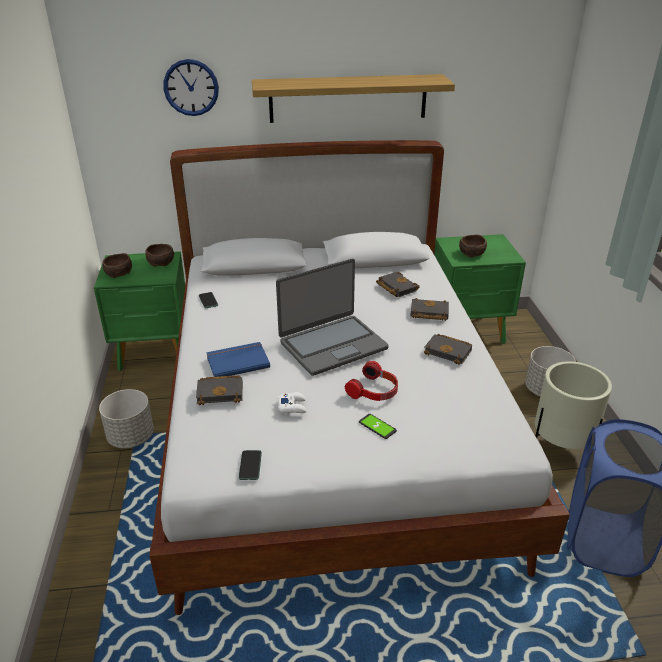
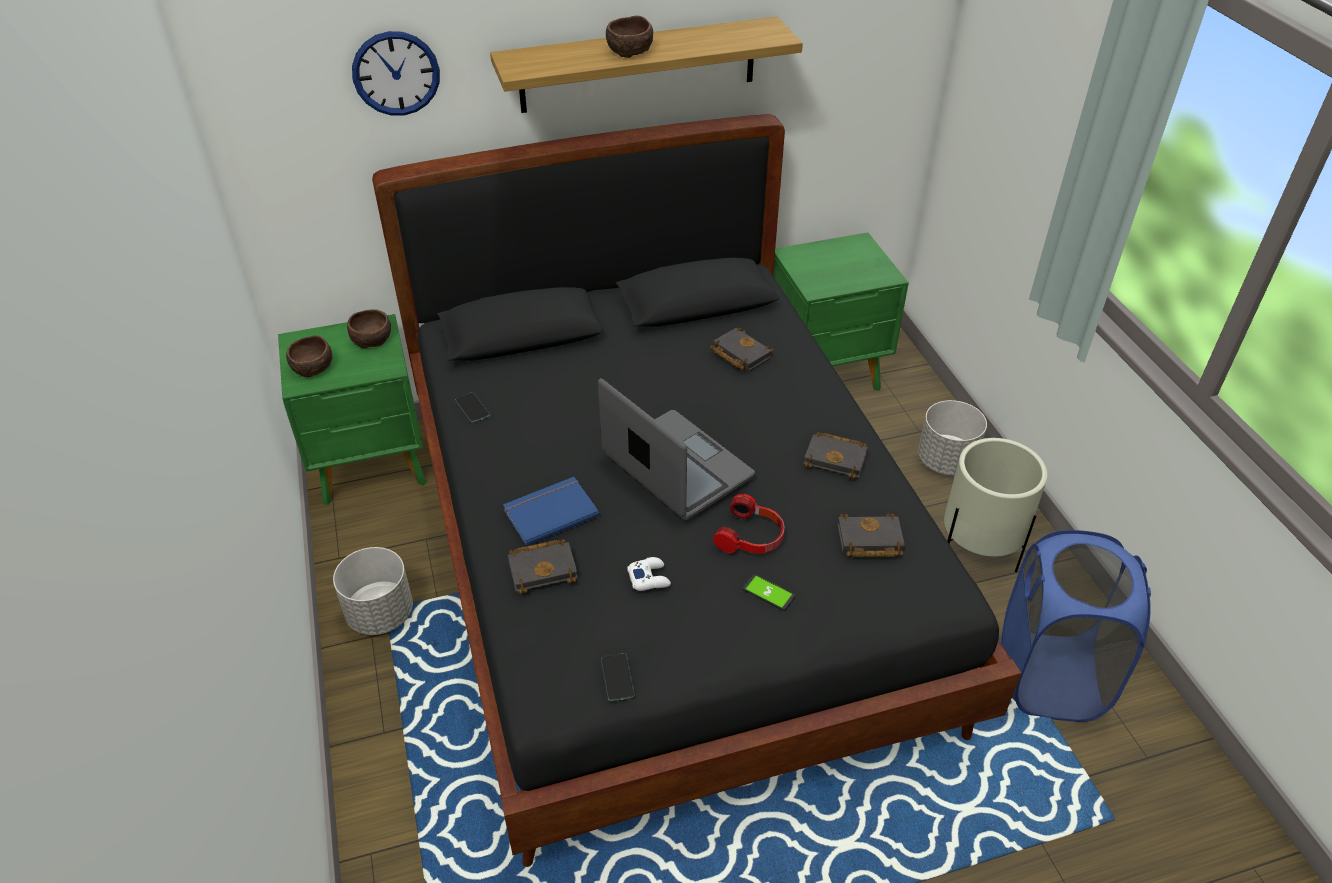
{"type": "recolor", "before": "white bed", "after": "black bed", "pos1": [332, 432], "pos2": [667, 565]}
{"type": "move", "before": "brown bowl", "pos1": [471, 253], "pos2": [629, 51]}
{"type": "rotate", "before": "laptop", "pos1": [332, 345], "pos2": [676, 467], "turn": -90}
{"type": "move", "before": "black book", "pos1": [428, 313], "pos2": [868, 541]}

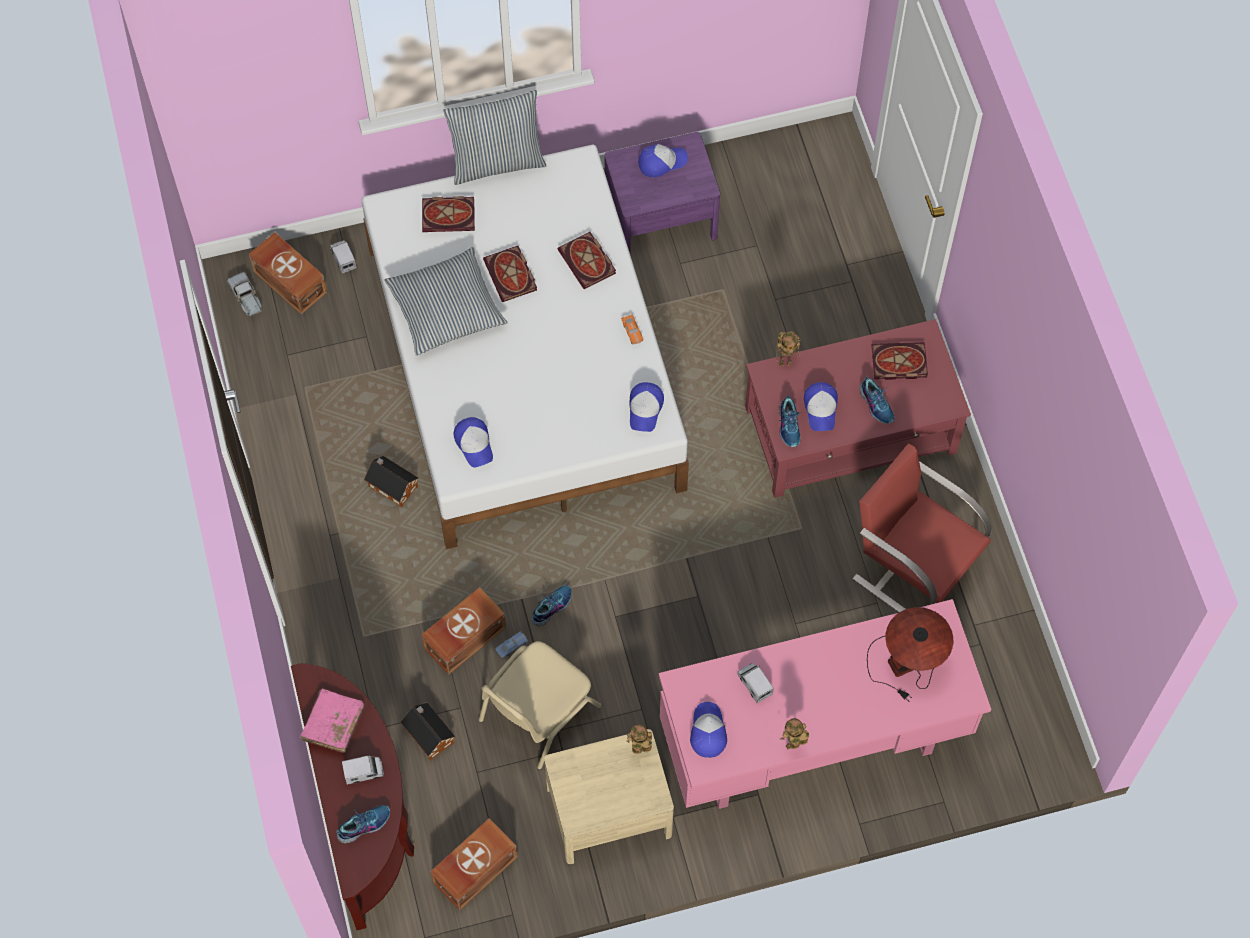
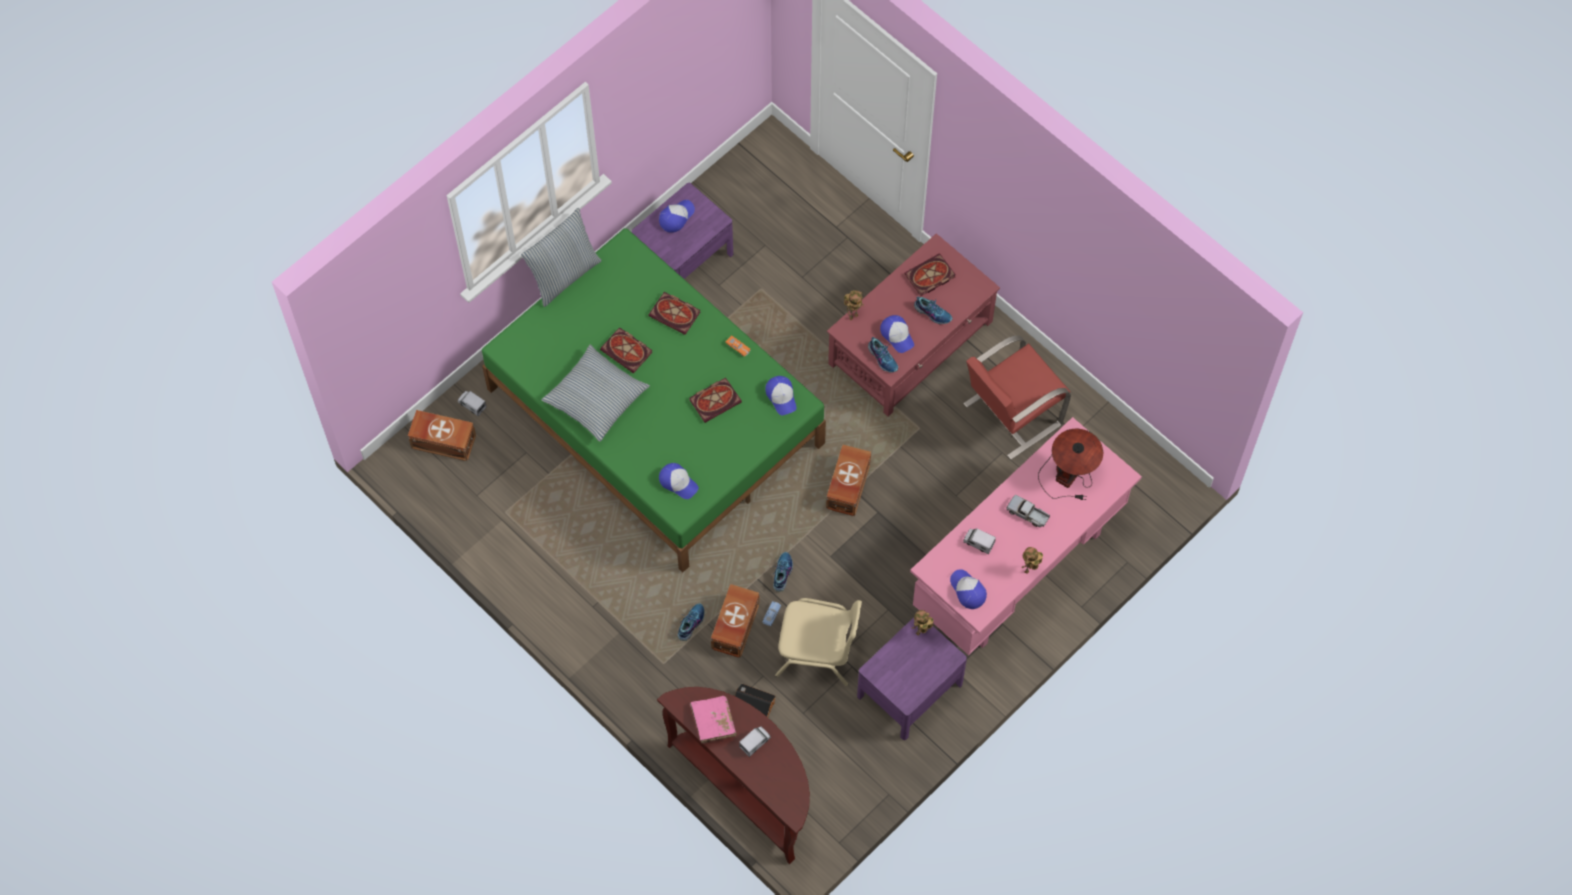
{"type": "recolor", "before": "white bed", "after": "green bed", "pos1": [525, 368], "pos2": [656, 416]}
{"type": "move", "before": "book", "pos1": [450, 215], "pos2": [715, 400]}
{"type": "move", "before": "toy truck", "pos1": [246, 298], "pos2": [1027, 514]}
{"type": "rotate", "before": "red chair", "pos1": [913, 566], "pos2": [1010, 414], "turn": -45}
{"type": "delete", "before": "toy house", "pos1": [391, 485]}
{"type": "rotate", "before": "beige chair", "pos1": [537, 713], "pos2": [818, 651], "turn": -90}
{"type": "recolor", "before": "beige nightstand", "after": "purple nightstand", "pos1": [609, 811], "pos2": [909, 690]}
{"type": "move", "before": "shoe", "pos1": [364, 825], "pos2": [690, 623]}
{"type": "move", "before": "brown storage box", "pos1": [473, 869], "pos2": [847, 487]}

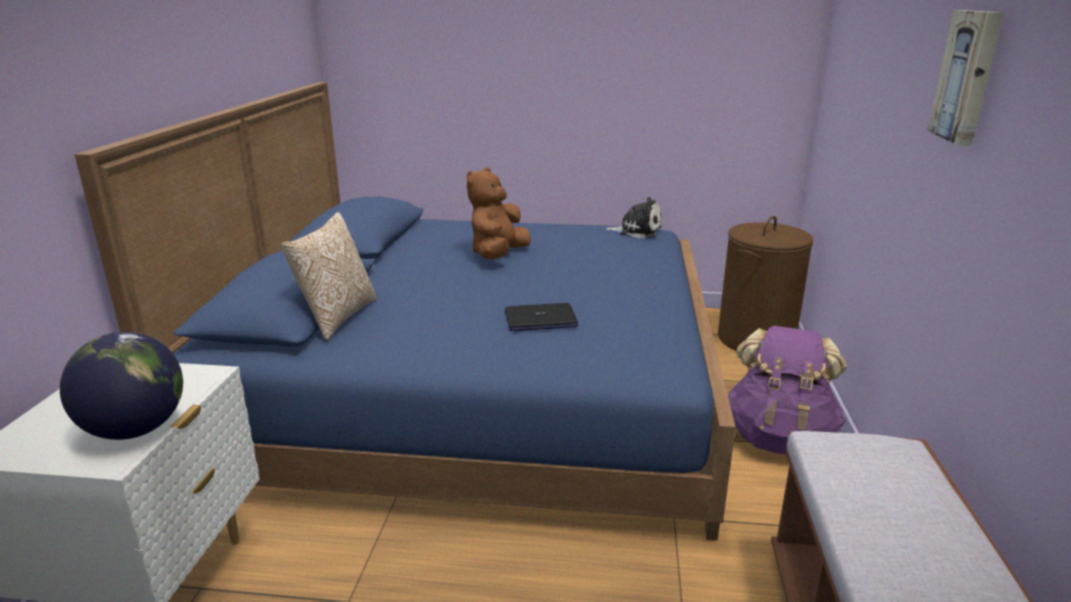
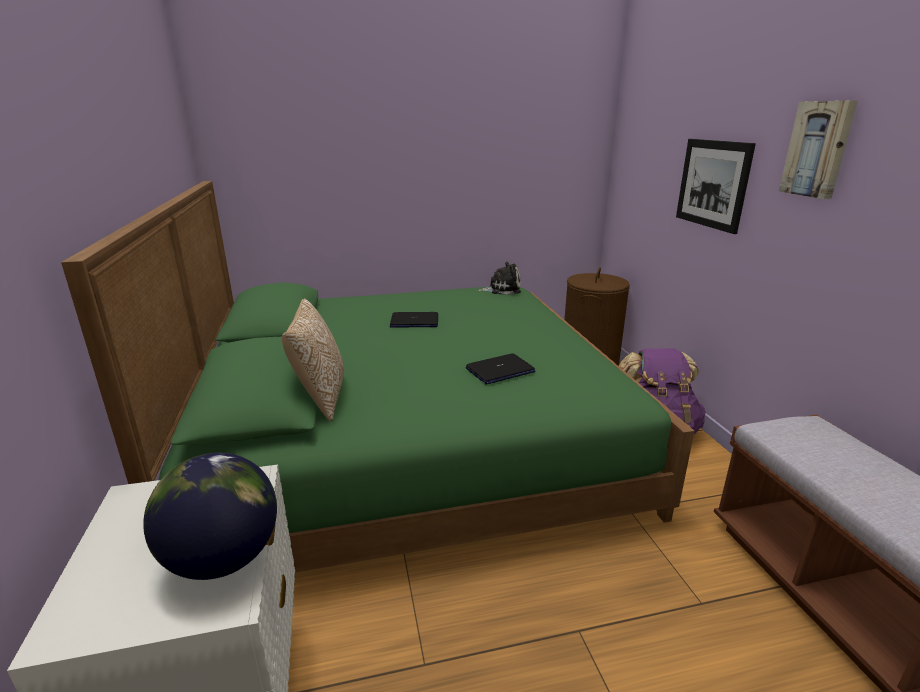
{"type": "recolor", "before": "blue bed", "after": "green bed", "pos1": [477, 389], "pos2": [410, 438]}
{"type": "replace", "before": "brown plush toy", "after": "laptop", "pos1": [498, 255], "pos2": [414, 321]}
{"type": "insert", "after": "picture", "pos2": [712, 184]}

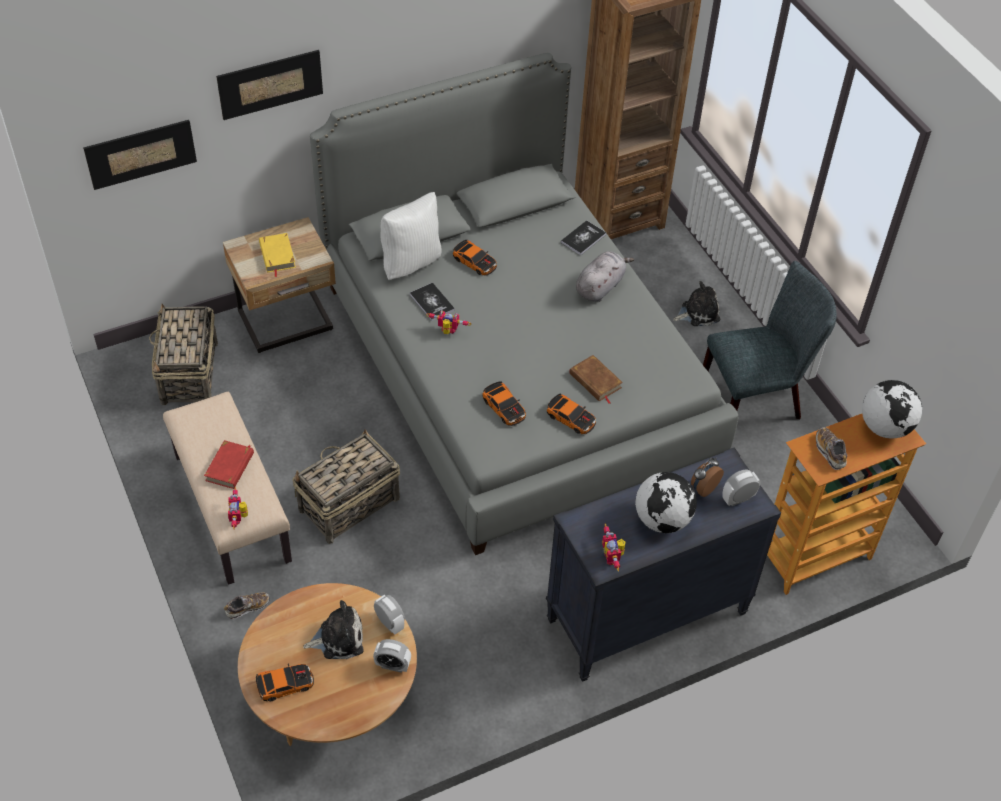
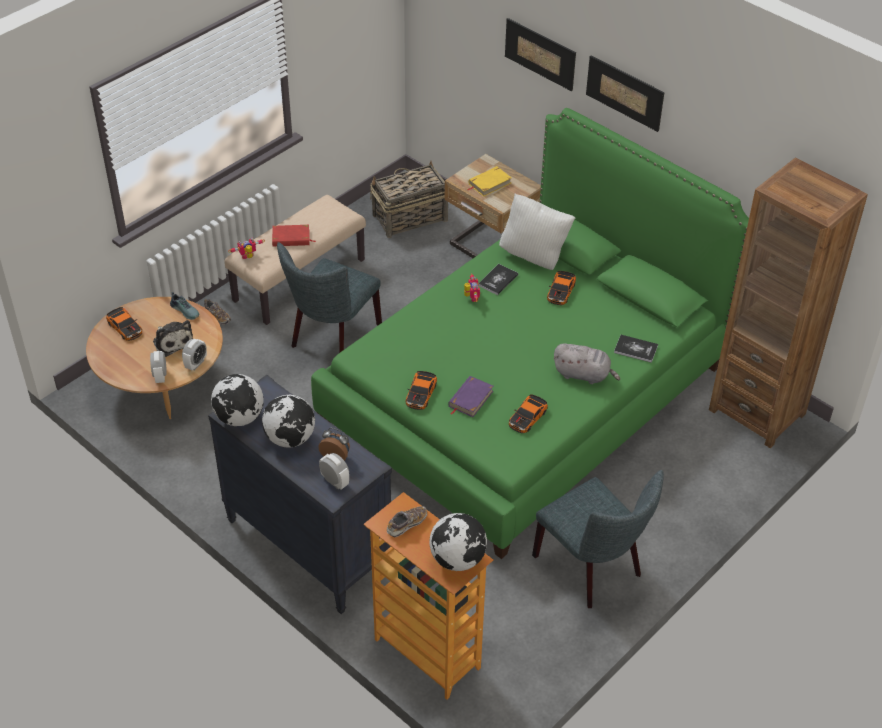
{"type": "recolor", "before": "grey bed", "after": "green bed", "pos1": [515, 370], "pos2": [524, 393]}
{"type": "move", "before": "picture", "pos1": [141, 154], "pos2": [624, 93]}
{"type": "delete", "before": "plush toy", "pos1": [698, 312]}
{"type": "recolor", "before": "brown book", "after": "purple book", "pos1": [595, 381], "pos2": [470, 399]}
{"type": "move", "before": "toy car", "pos1": [505, 407], "pos2": [527, 418]}
{"type": "replace", "before": "basket", "after": "grey chair", "pos1": [348, 505], "pos2": [332, 338]}
{"type": "replace", "before": "toy robot", "after": "globe", "pos1": [613, 557], "pos2": [239, 418]}
{"type": "insert", "after": "shoe", "pos2": [185, 310]}

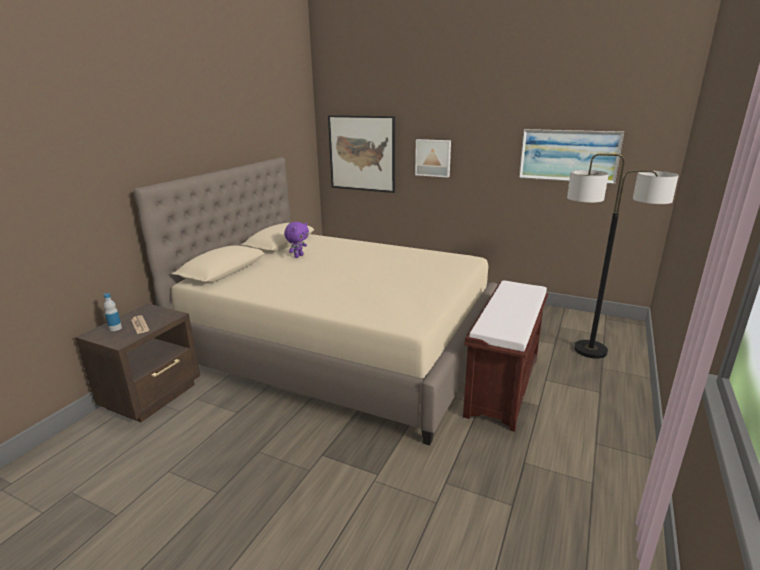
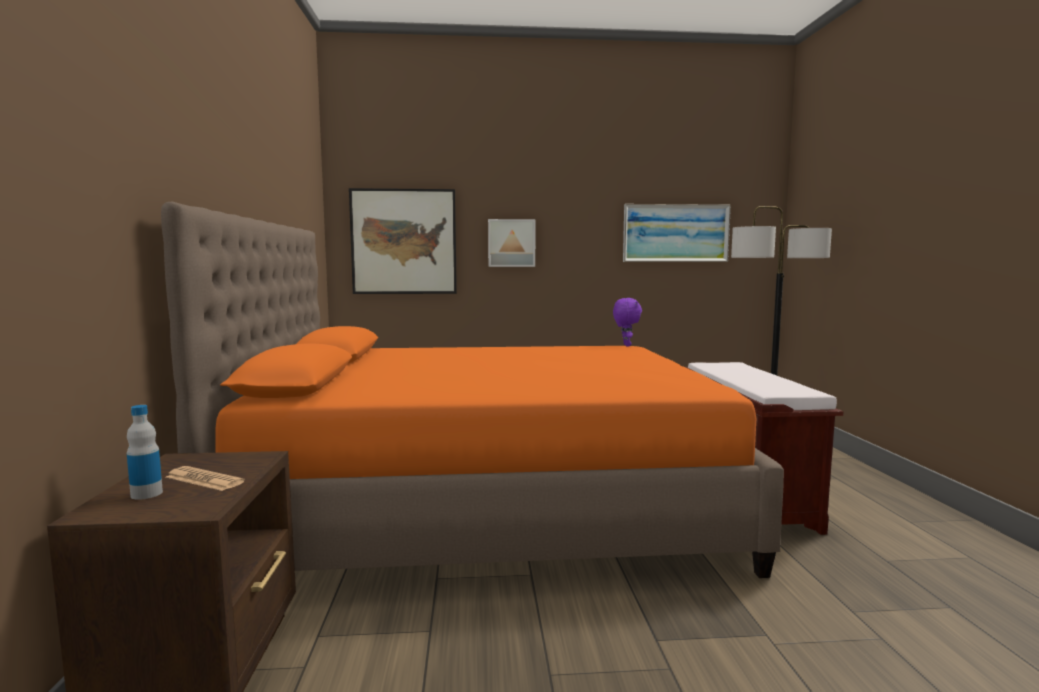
{"type": "recolor", "before": "beige bed", "after": "orange bed", "pos1": [341, 347], "pos2": [487, 503]}
{"type": "move", "before": "purple plush toy", "pos1": [298, 256], "pos2": [625, 345]}

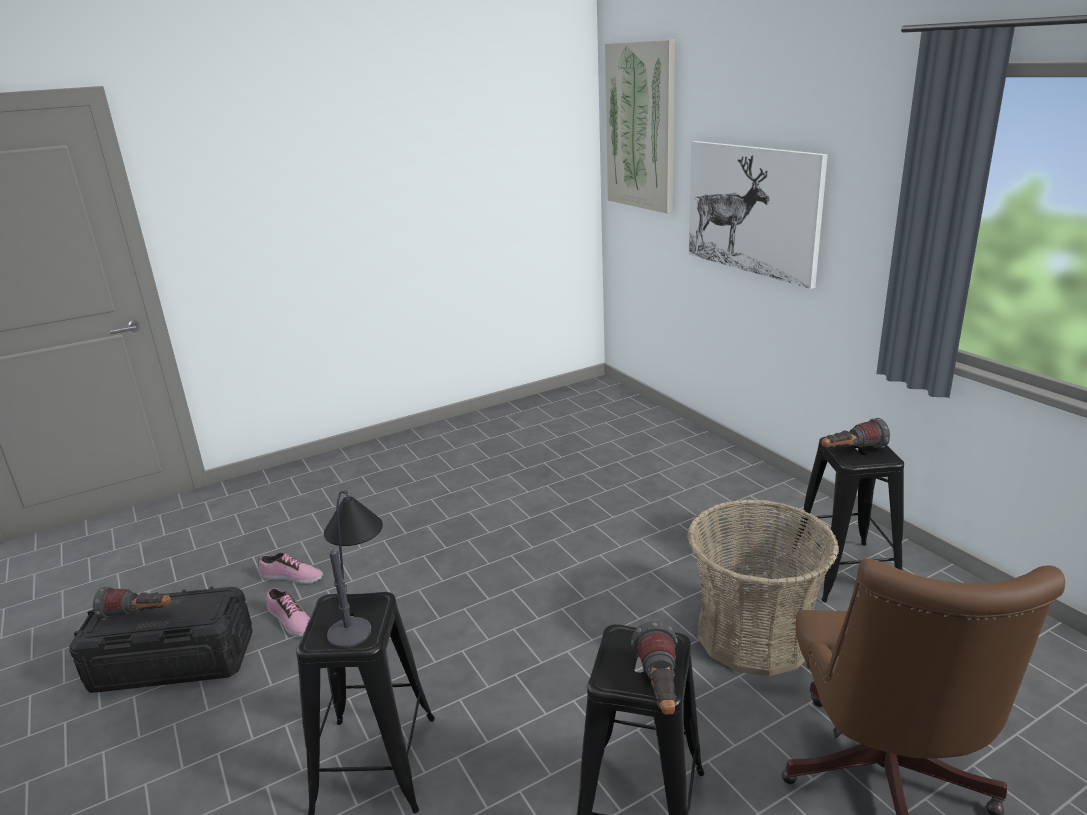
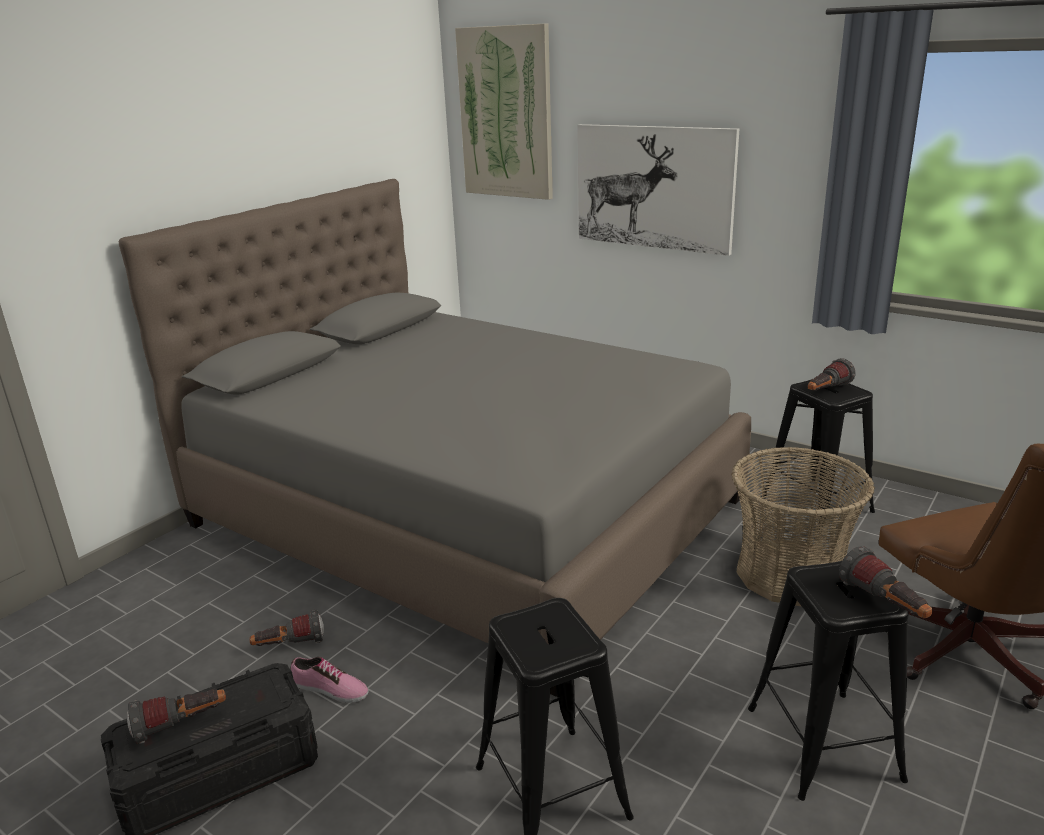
{"type": "delete", "before": "table lamp", "pos1": [358, 604]}
{"type": "replace", "before": "shoe", "after": "flashlight", "pos1": [291, 577], "pos2": [289, 645]}
{"type": "insert", "after": "grey bed", "pos2": [465, 512]}

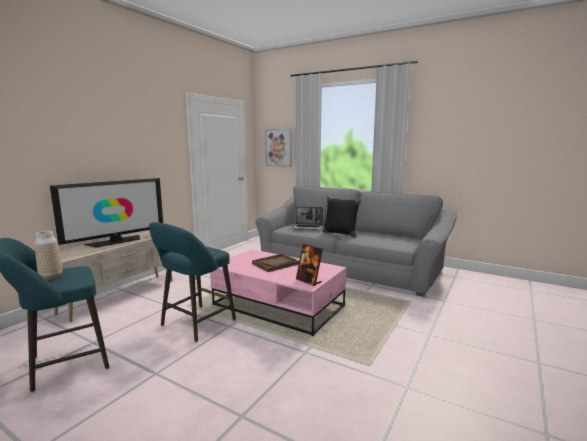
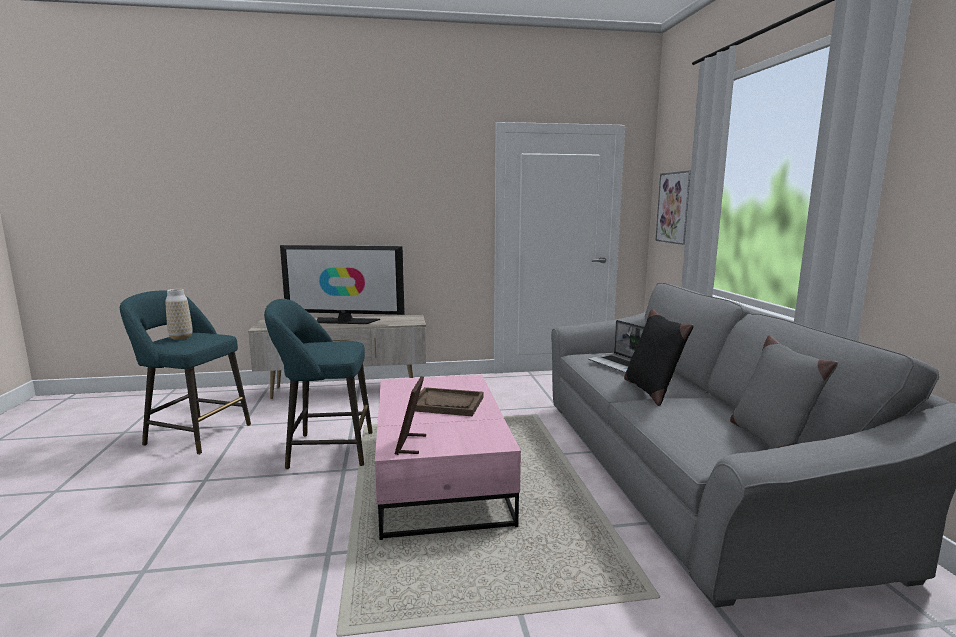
{"type": "insert", "after": "grey pillow", "pos2": [770, 440]}

